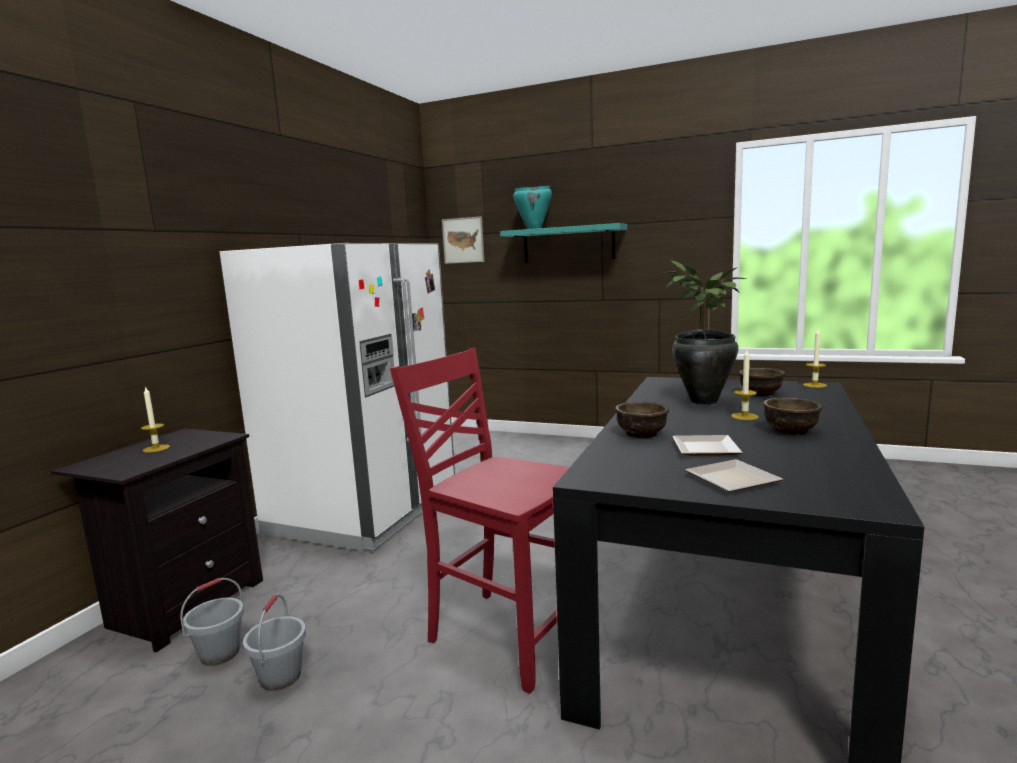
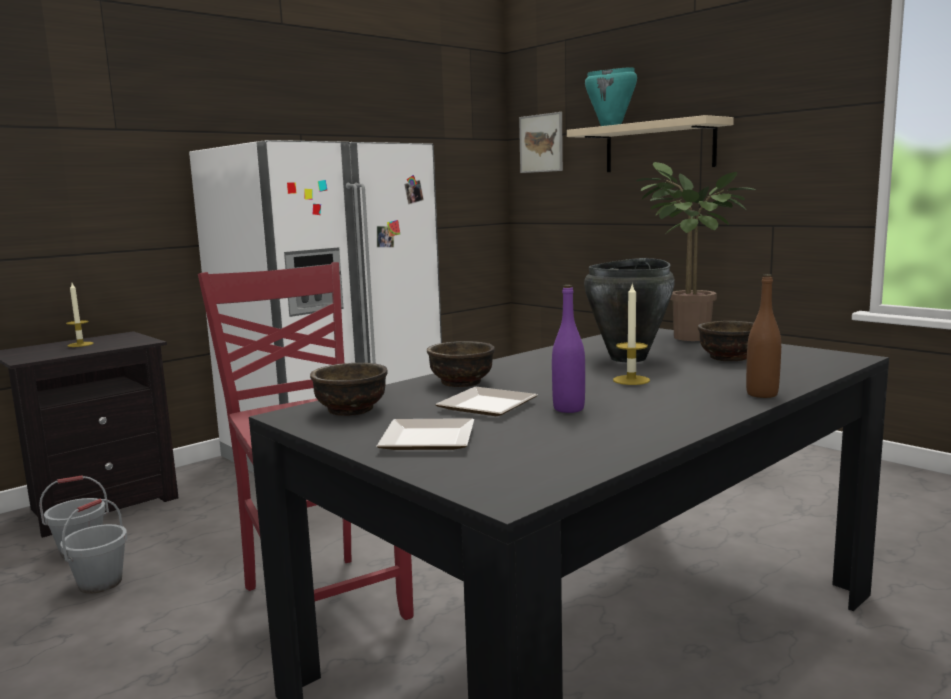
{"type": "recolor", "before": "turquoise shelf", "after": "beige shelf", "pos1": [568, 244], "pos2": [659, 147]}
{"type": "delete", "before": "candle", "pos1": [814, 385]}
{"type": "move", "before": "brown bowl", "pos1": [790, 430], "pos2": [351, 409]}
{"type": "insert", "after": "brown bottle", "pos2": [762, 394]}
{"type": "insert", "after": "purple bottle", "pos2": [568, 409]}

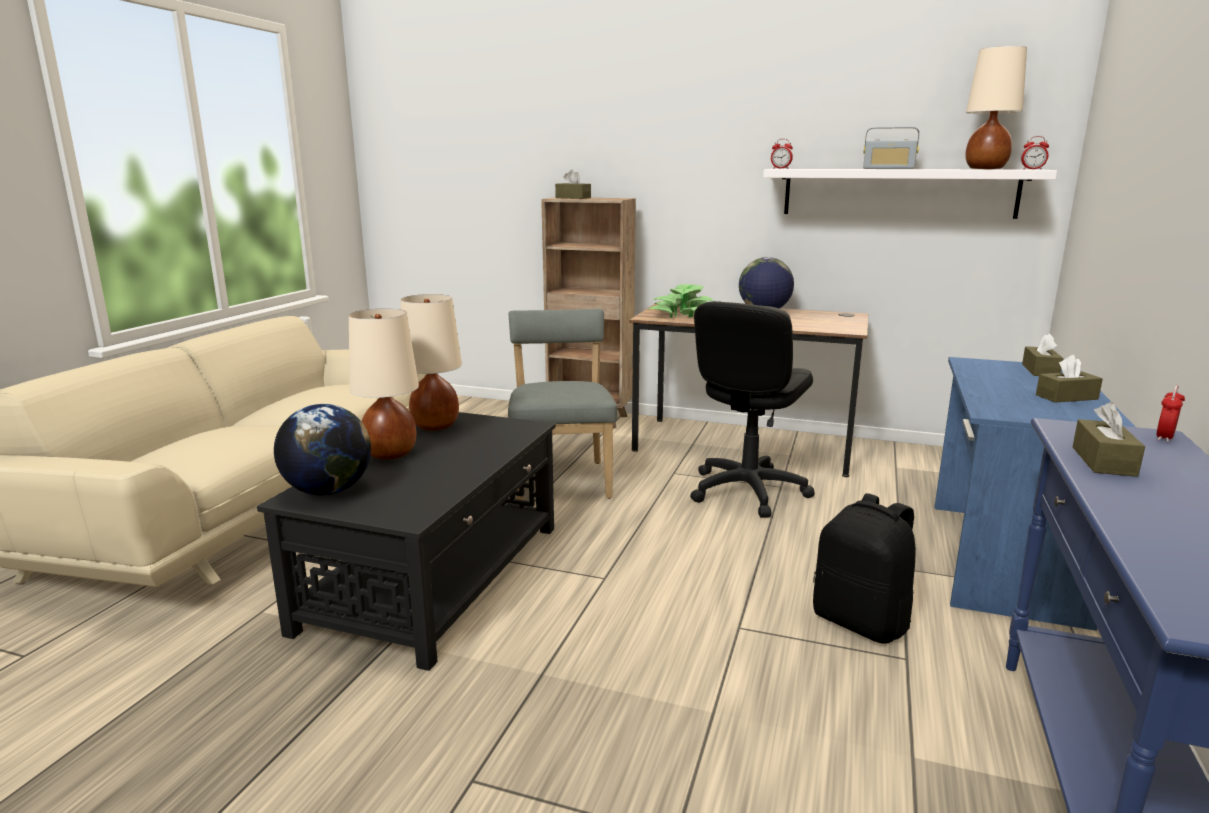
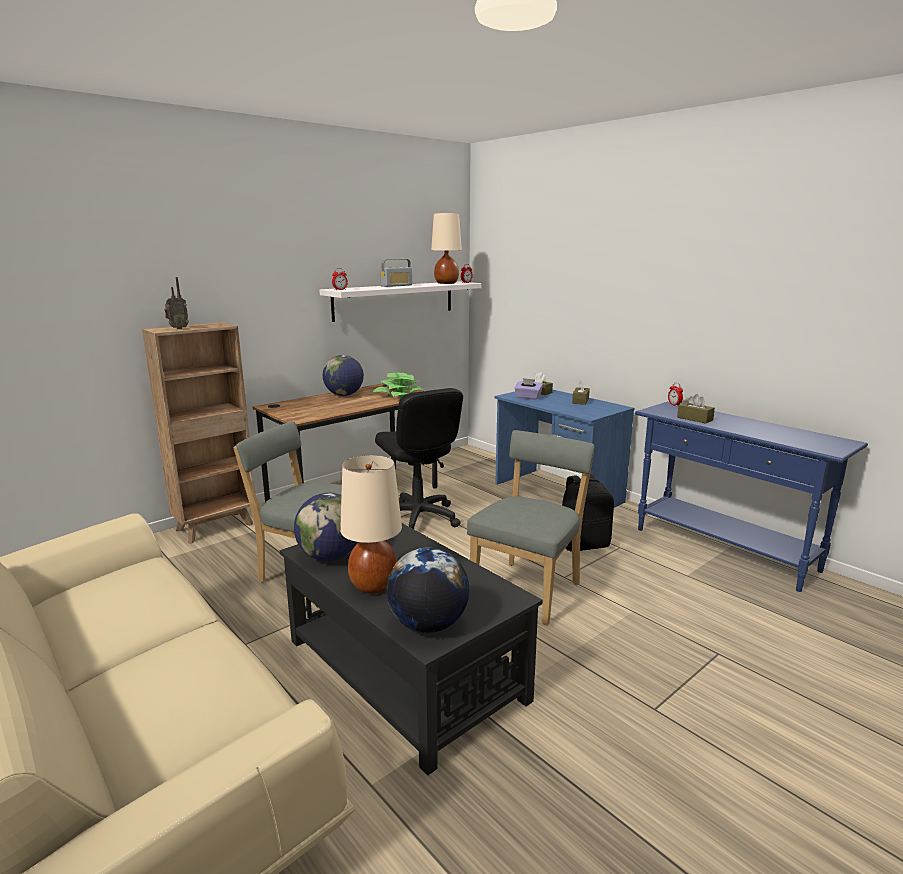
{"type": "replace", "before": "brown tissue box", "after": "radio", "pos1": [573, 198], "pos2": [178, 328]}
{"type": "move", "before": "potted plant", "pos1": [682, 314], "pos2": [399, 395]}
{"type": "replace", "before": "beige table lamp", "after": "globe", "pos1": [434, 426], "pos2": [330, 556]}
{"type": "insert", "after": "purple tissue box", "pos2": [528, 397]}
{"type": "insert", "after": "grey chair", "pos2": [529, 589]}

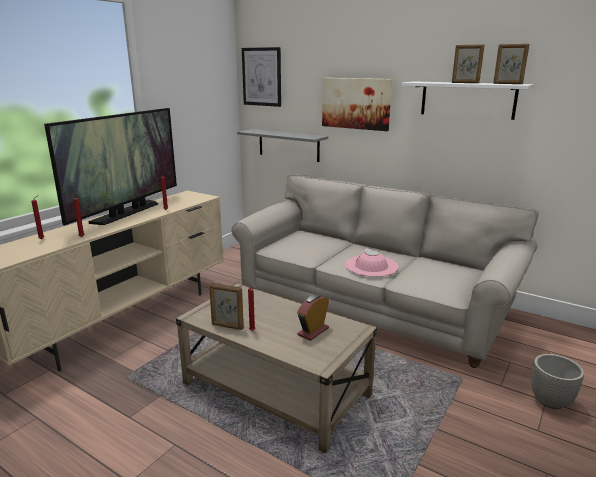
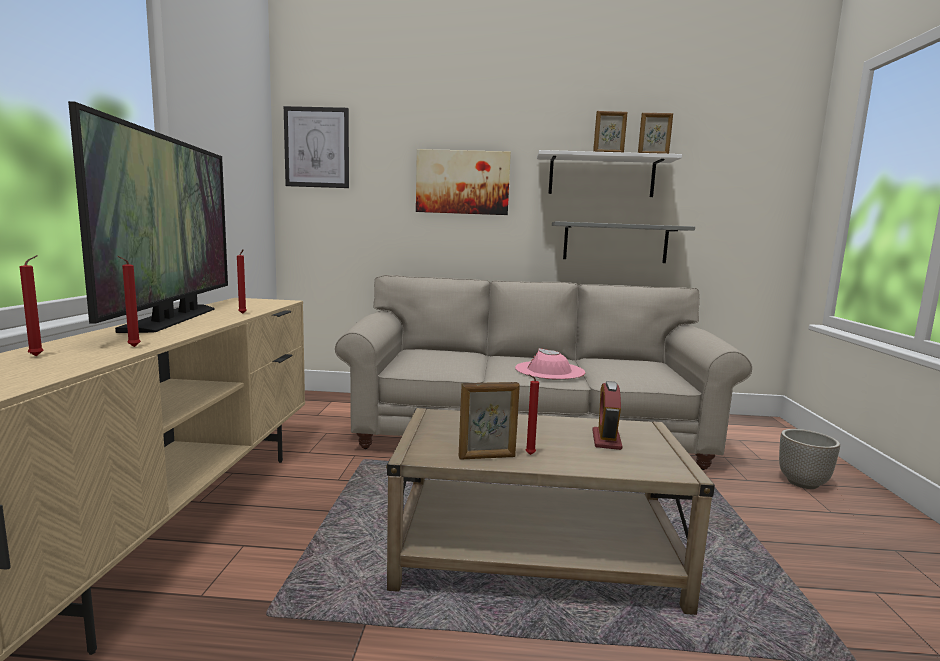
{"type": "move", "before": "grey shelf", "pos1": [288, 145], "pos2": [615, 242]}

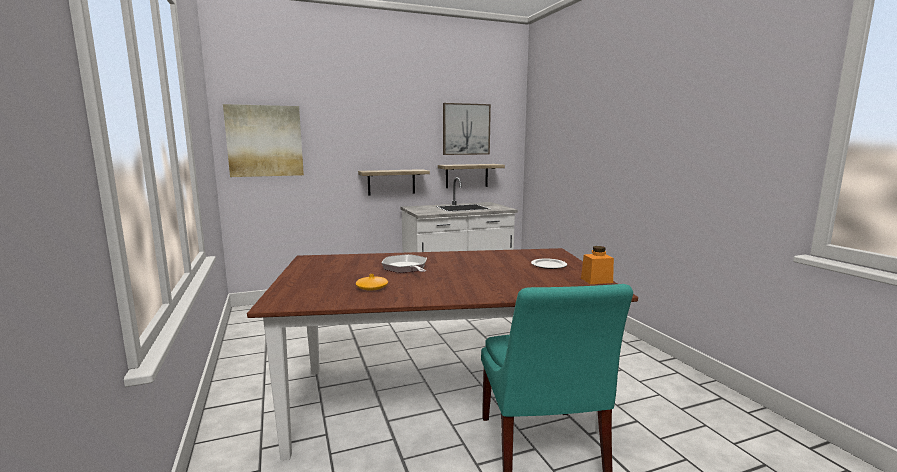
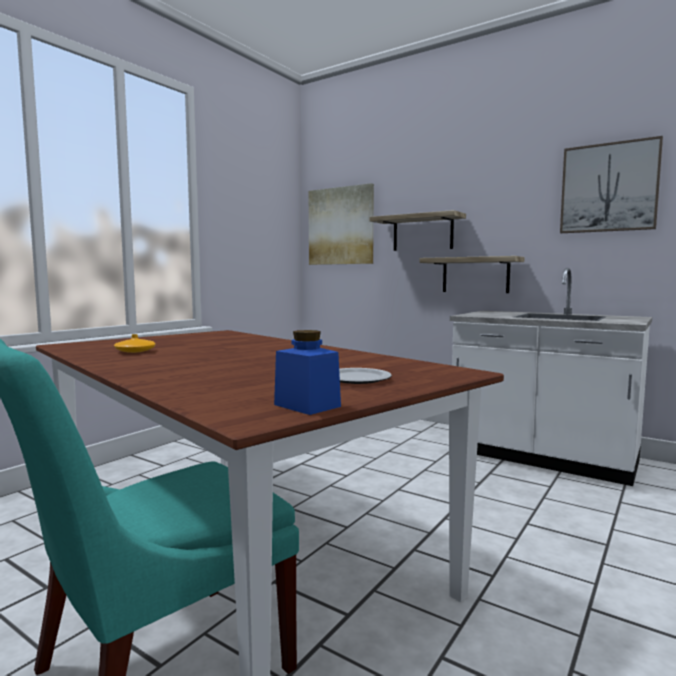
{"type": "move", "before": "shelf", "pos1": [466, 175], "pos2": [422, 233]}
{"type": "recolor", "before": "orange jar", "after": "blue jar", "pos1": [596, 280], "pos2": [307, 405]}
{"type": "delete", "before": "frying pan", "pos1": [406, 268]}

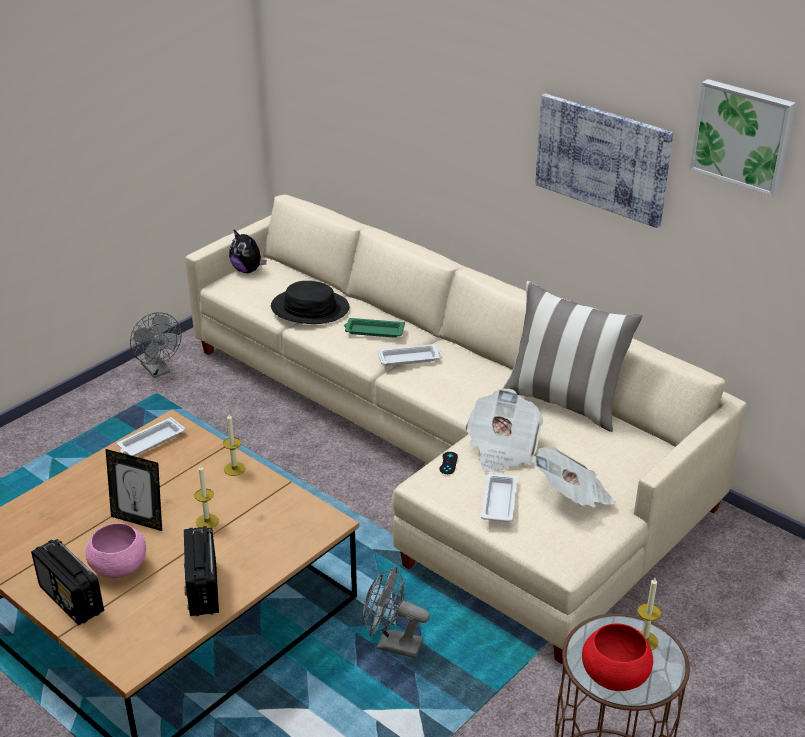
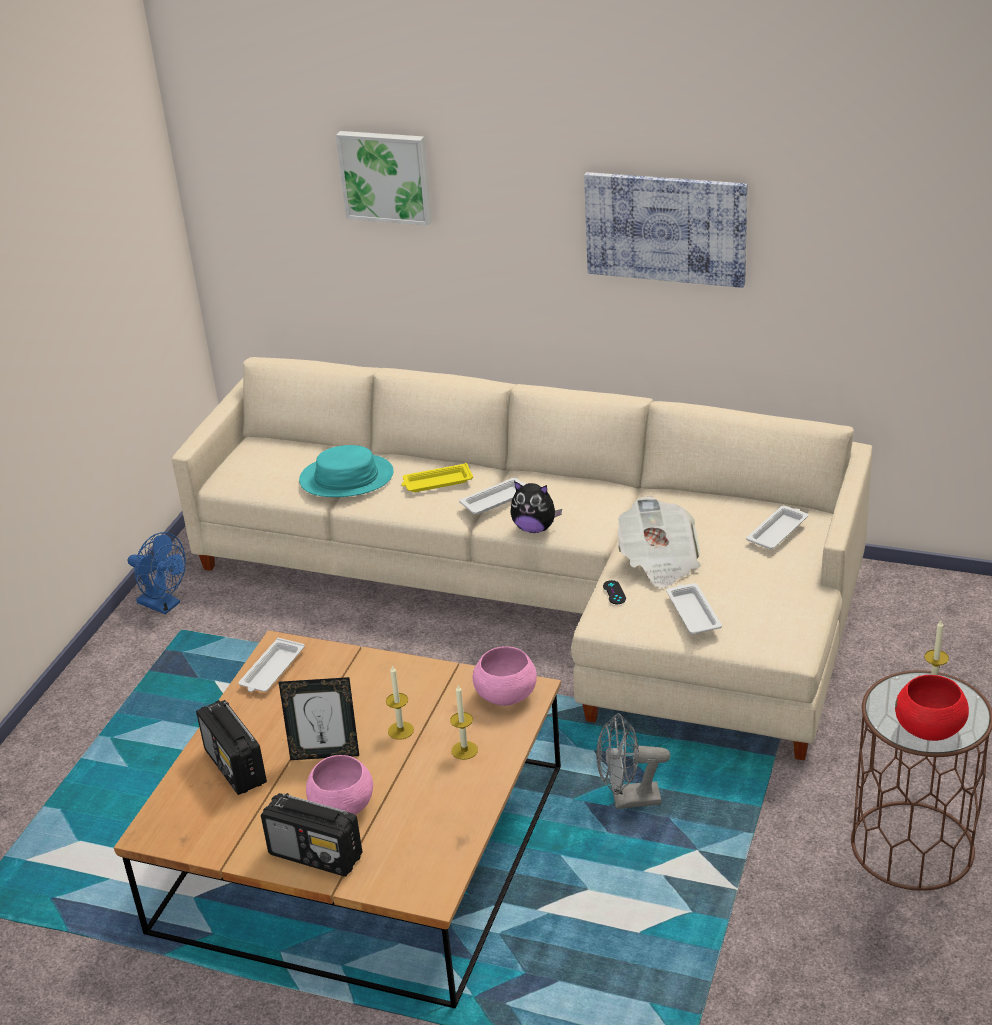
{"type": "move", "before": "picture", "pos1": [743, 135], "pos2": [386, 176]}
{"type": "move", "before": "plush toy", "pos1": [248, 270], "pos2": [535, 528]}
{"type": "recolor", "before": "black hat", "after": "turquoise hat", "pos1": [310, 308], "pos2": [346, 478]}
{"type": "delete", "before": "pillow", "pos1": [564, 402]}
{"type": "recolor", "before": "grey fan", "after": "blue fan", "pos1": [158, 371], "pos2": [164, 605]}
{"type": "recolor", "before": "green tray", "after": "yellow tray", "pos1": [373, 331], "pos2": [436, 482]}
{"type": "move", "before": "candle", "pos1": [234, 469], "pos2": [464, 750]}
{"type": "delete", "before": "newspaper", "pos1": [572, 496]}
{"type": "move", "before": "radio", "pos1": [203, 589], "pos2": [235, 767]}
{"type": "insert", "after": "white tray", "pos2": [778, 531]}
{"type": "insert", "after": "pink bowl", "pos2": [506, 696]}

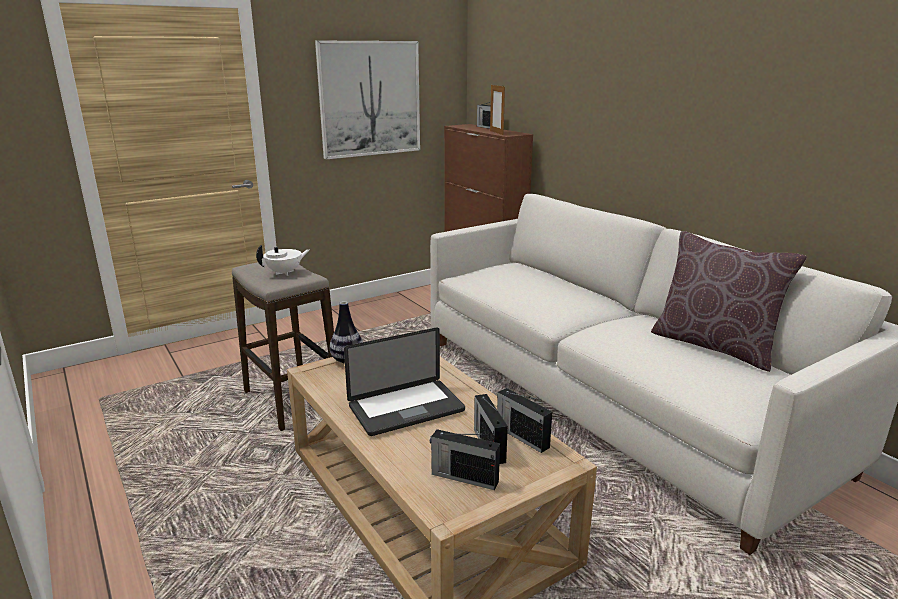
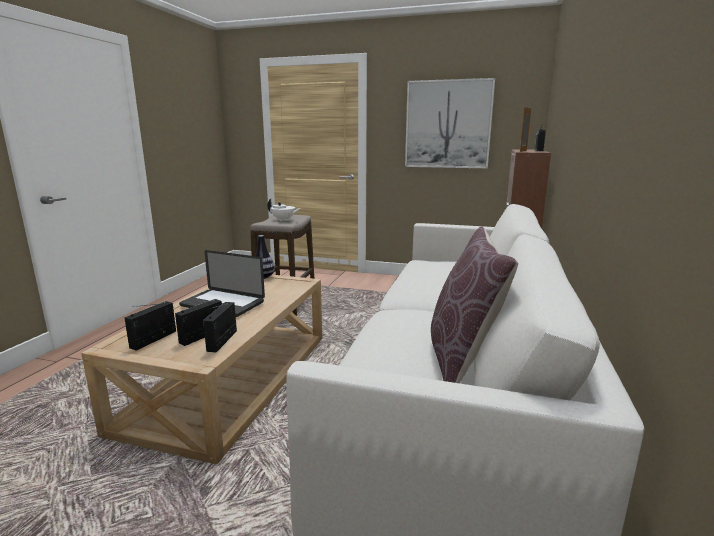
{"type": "rotate", "before": "radio", "pos1": [463, 477], "pos2": [154, 339], "turn": 45}

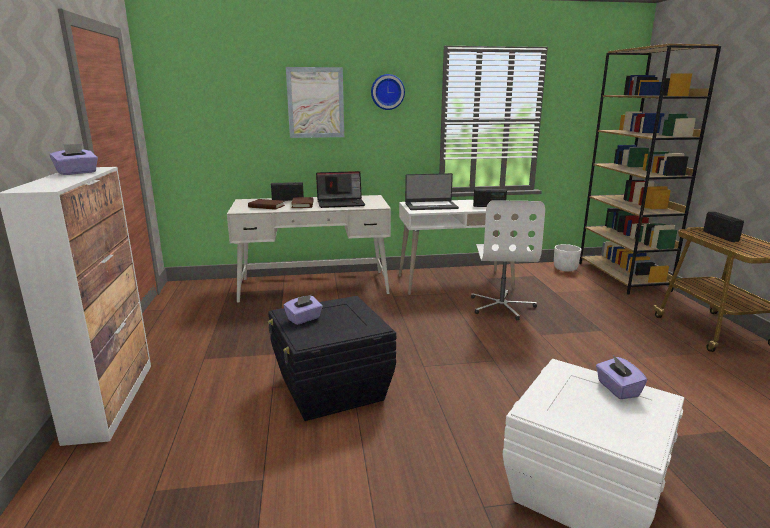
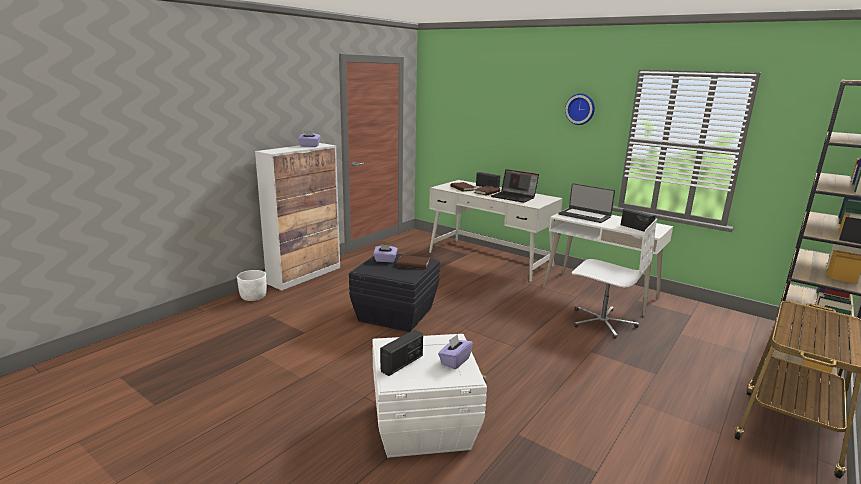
{"type": "delete", "before": "picture", "pos1": [315, 103]}
{"type": "rotate", "before": "white office chair", "pos1": [501, 306], "pos2": [602, 322], "turn": -105}
{"type": "move", "before": "radio", "pos1": [721, 236], "pos2": [402, 363]}
{"type": "move", "before": "white planter", "pos1": [565, 268], "pos2": [253, 297]}
{"type": "insert", "after": "brown book", "pos2": [413, 264]}

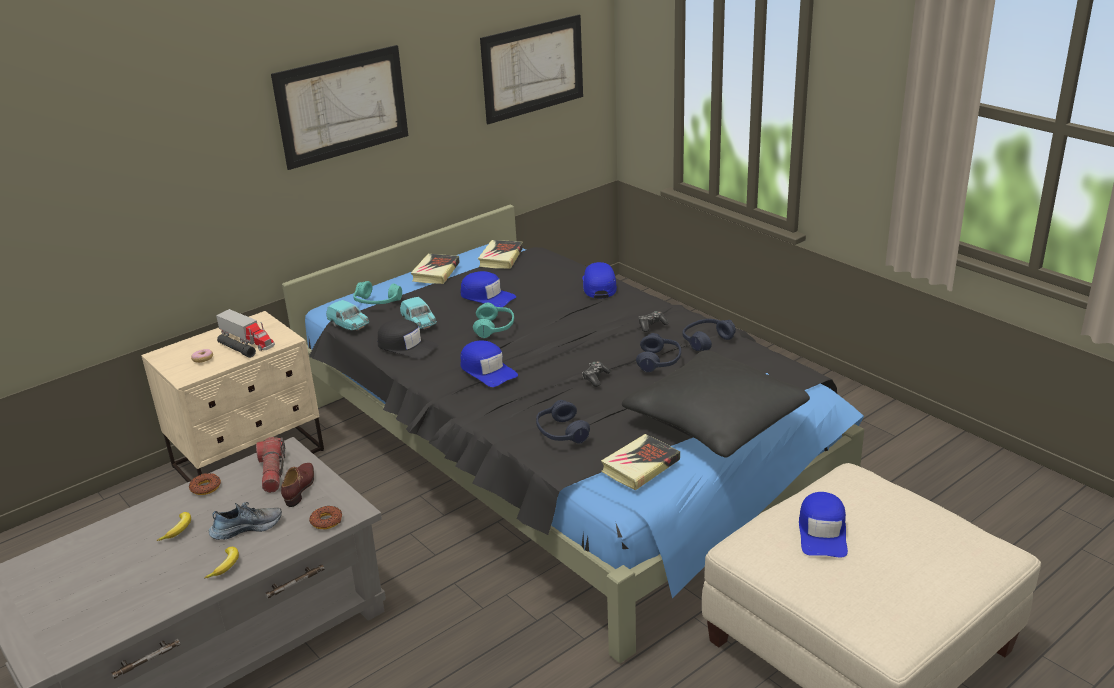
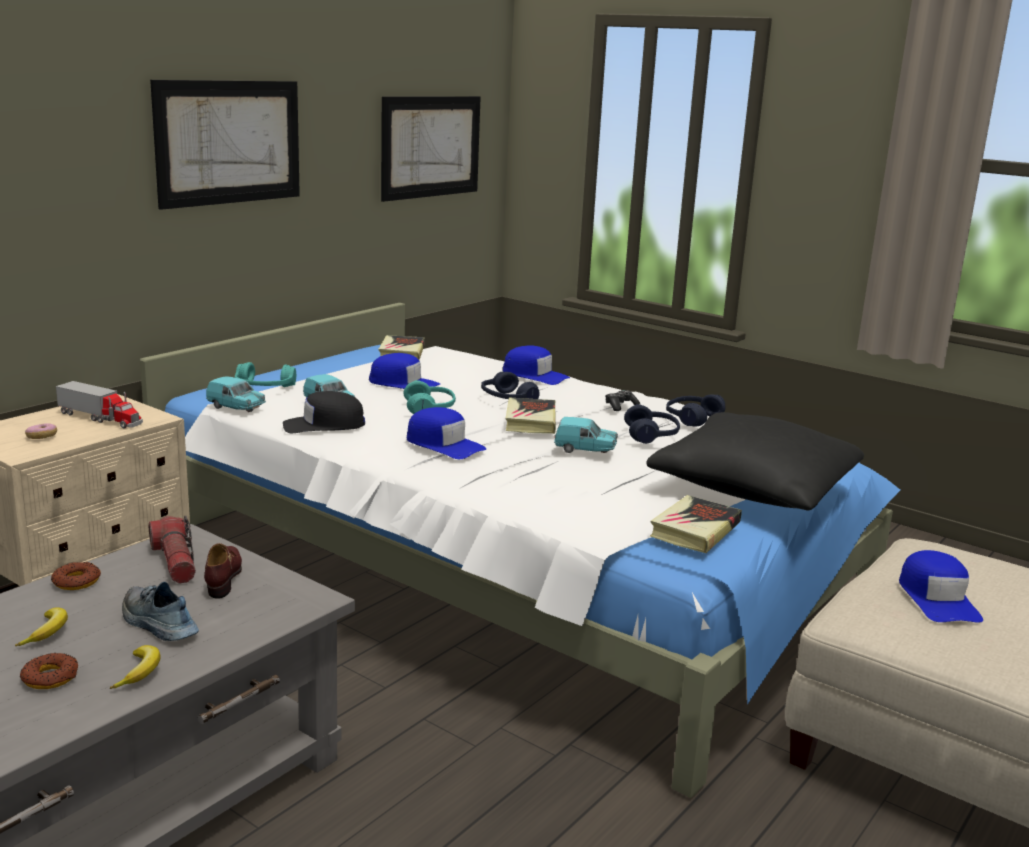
{"type": "recolor", "before": "black bed", "after": "white bed", "pos1": [561, 454], "pos2": [506, 572]}
{"type": "move", "before": "book", "pos1": [436, 272], "pos2": [530, 421]}
{"type": "rotate", "before": "blue cap", "pos1": [599, 286], "pos2": [535, 375], "turn": 135}
{"type": "rotate", "before": "black cap", "pos1": [406, 346], "pos2": [323, 425], "turn": 150}
{"type": "delete", "before": "black flashlight", "pos1": [236, 350]}
{"type": "replace", "before": "game controller", "after": "turquoise toy car", "pos1": [595, 378], "pos2": [585, 450]}
{"type": "move", "before": "blue headphones", "pos1": [561, 432], "pos2": [507, 399]}
{"type": "rotate", "before": "shoe", "pos1": [247, 527], "pos2": [158, 625], "turn": -105}
{"type": "move", "before": "donut", "pos1": [326, 521], "pos2": [50, 677]}

